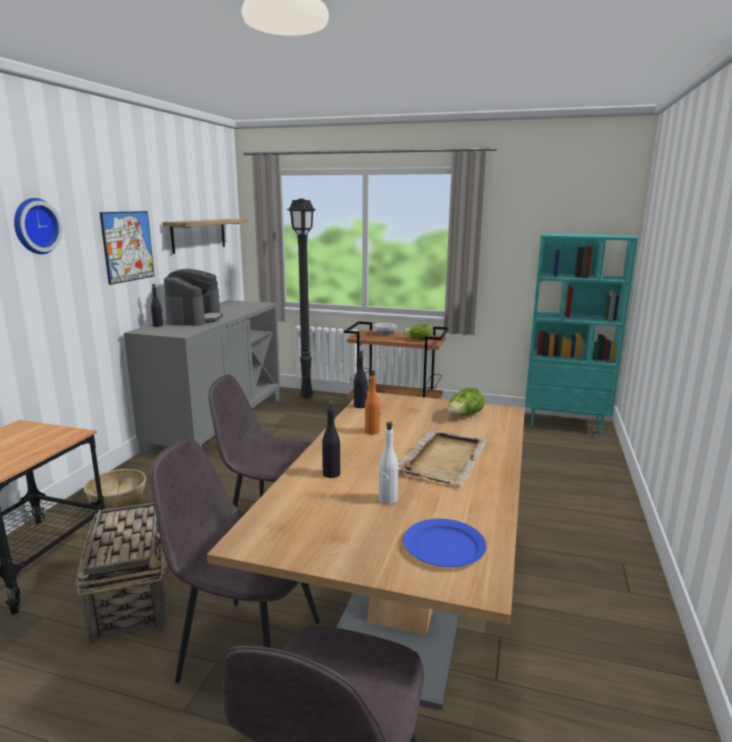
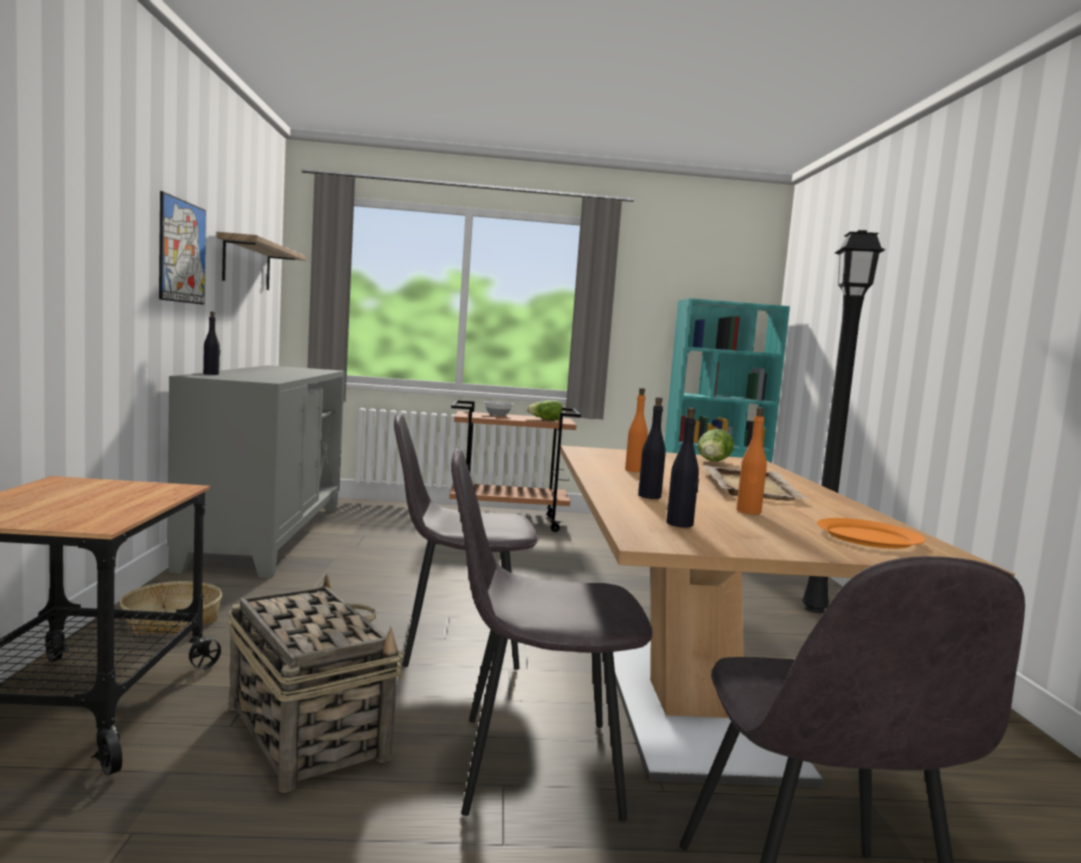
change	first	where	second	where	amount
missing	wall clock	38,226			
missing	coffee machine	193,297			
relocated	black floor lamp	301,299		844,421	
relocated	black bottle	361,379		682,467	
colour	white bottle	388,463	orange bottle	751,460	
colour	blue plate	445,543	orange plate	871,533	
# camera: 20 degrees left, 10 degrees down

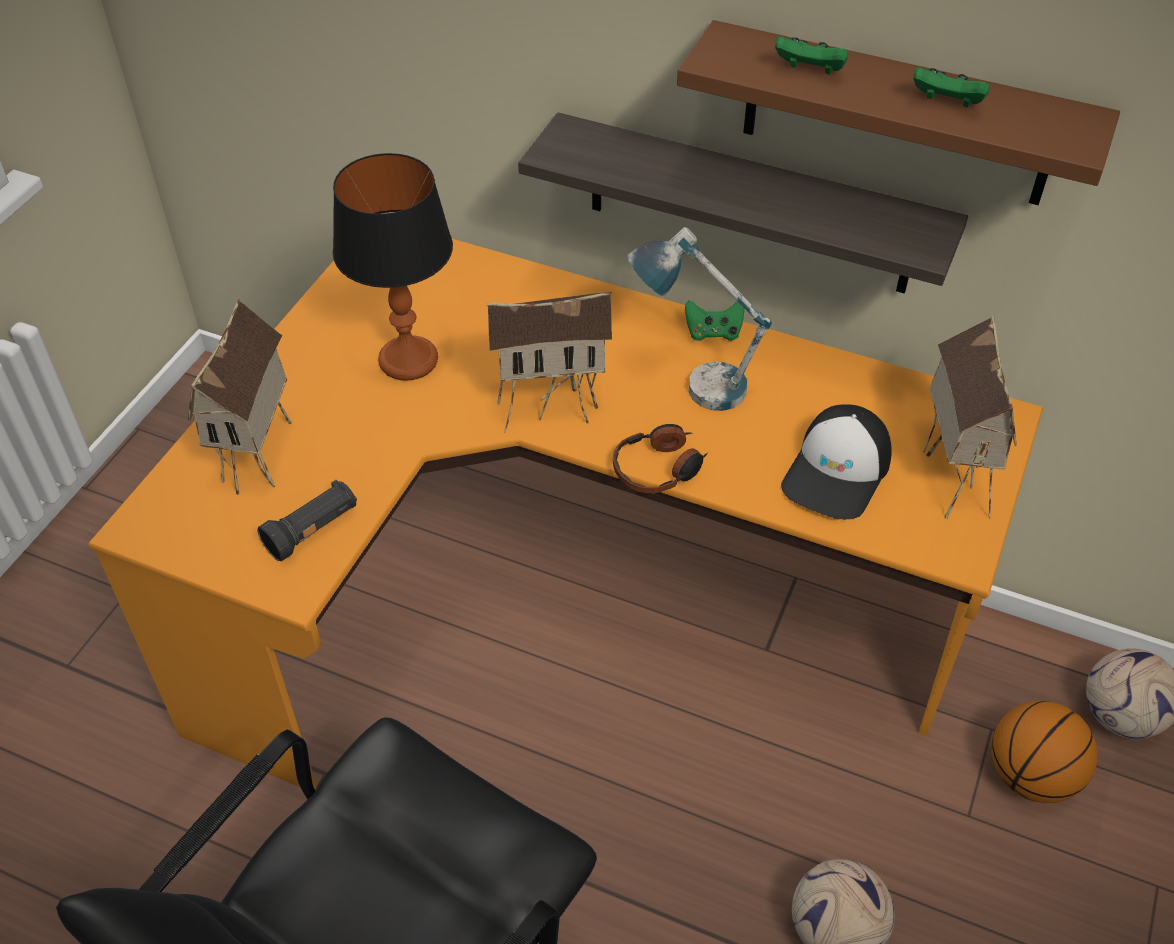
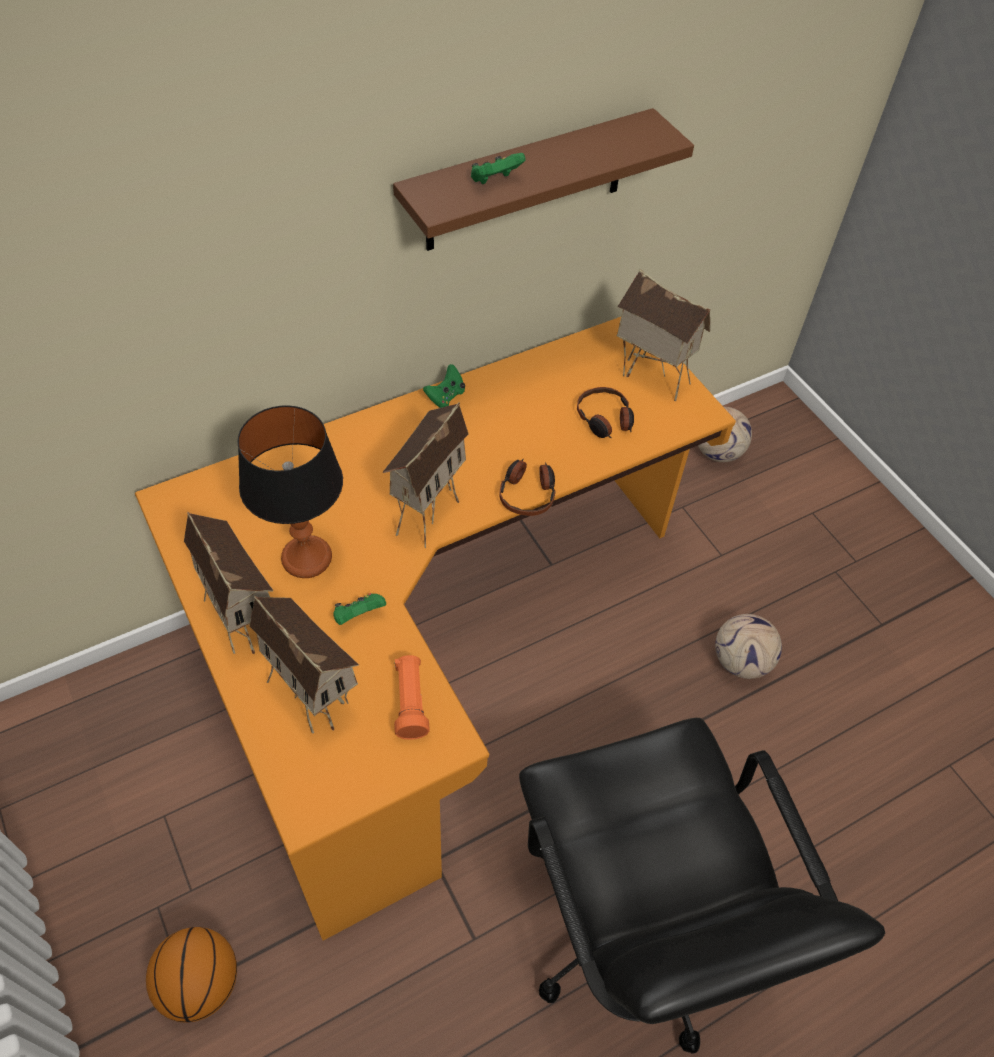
change	first	where	second	where	amount
colour	black flashlight	307,520	orange flashlight	412,697	
missing	shelf	743,203			
missing	table lamp	699,319			
exchanged	cap	836,462	headphones	605,412	
relocated	green game controller	951,87		359,609	
relocated	basketball	1045,752		191,975	
appeared			toy house	229,583	
# camera: 55 degrees left, 5 degrees up

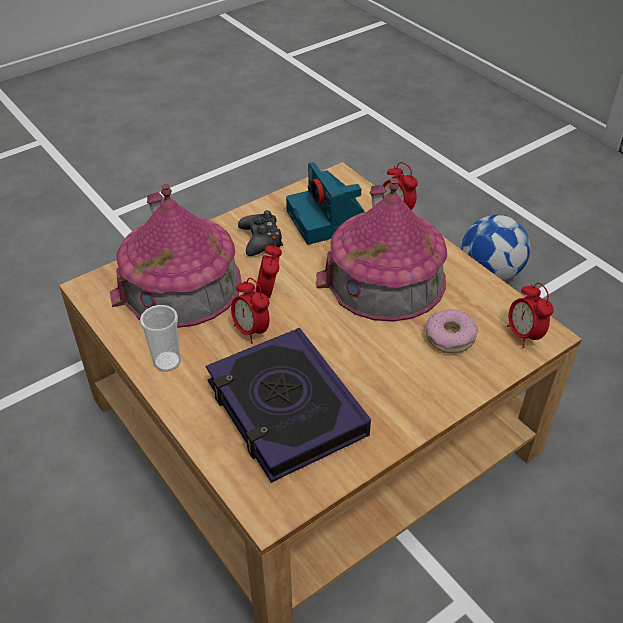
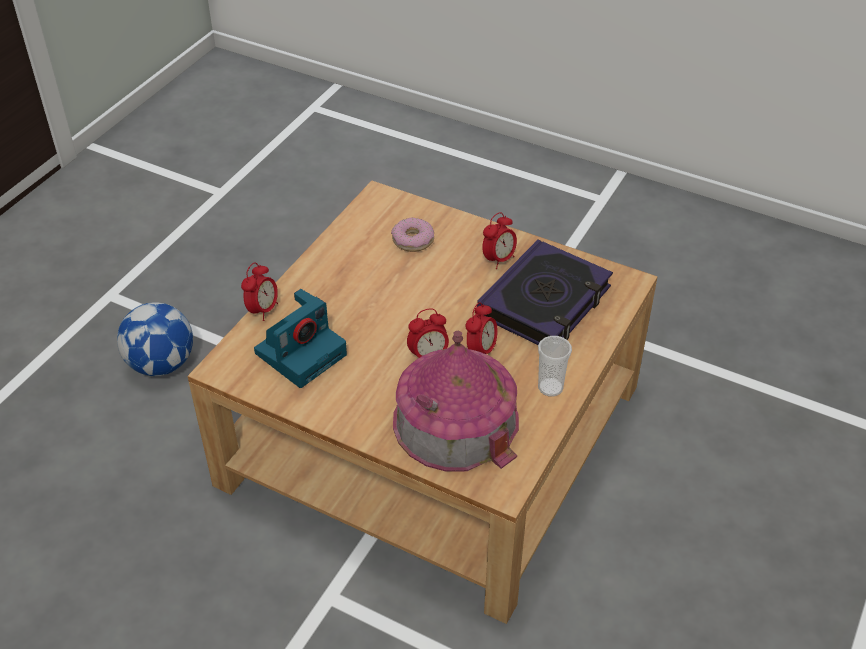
change	first	where	second	where	amount
missing	black game controller	260,233			
missing	toy house	381,250			
relocated	alarm clock	530,315		499,240	
# camera: 115 degrees left, 0 degrees up

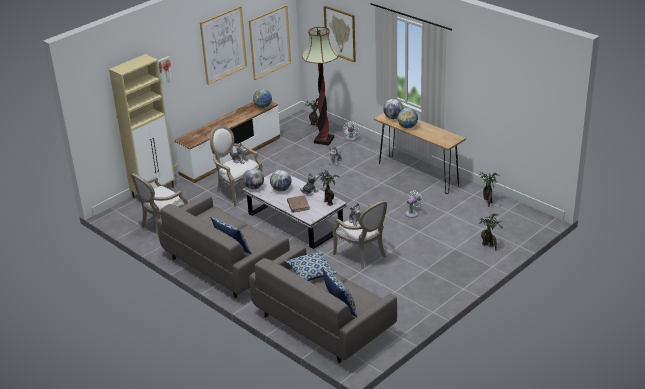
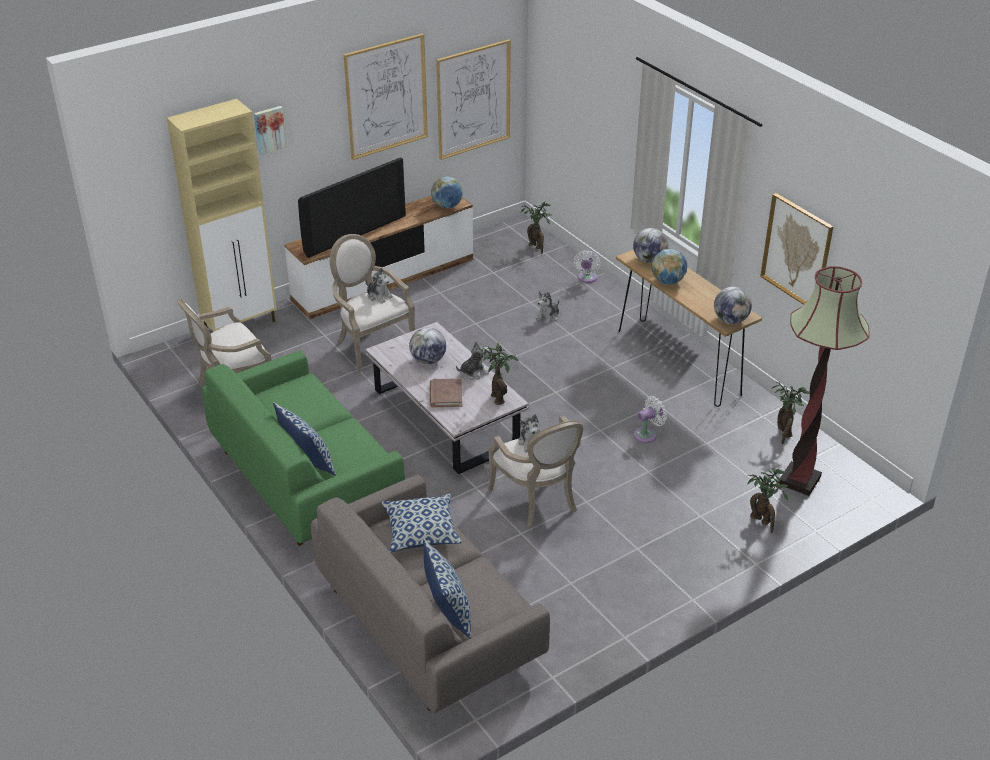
change	first	where	second	where	amount
colour	grey sofa	223,246	green sofa	303,448	
relocated	globe	253,178		733,305	
relocated	floor lamp	320,86		824,381	
relocated	picture	340,34		797,249	
appeared			television	352,207	
# camera: 10 degrees right, 5 degrees up

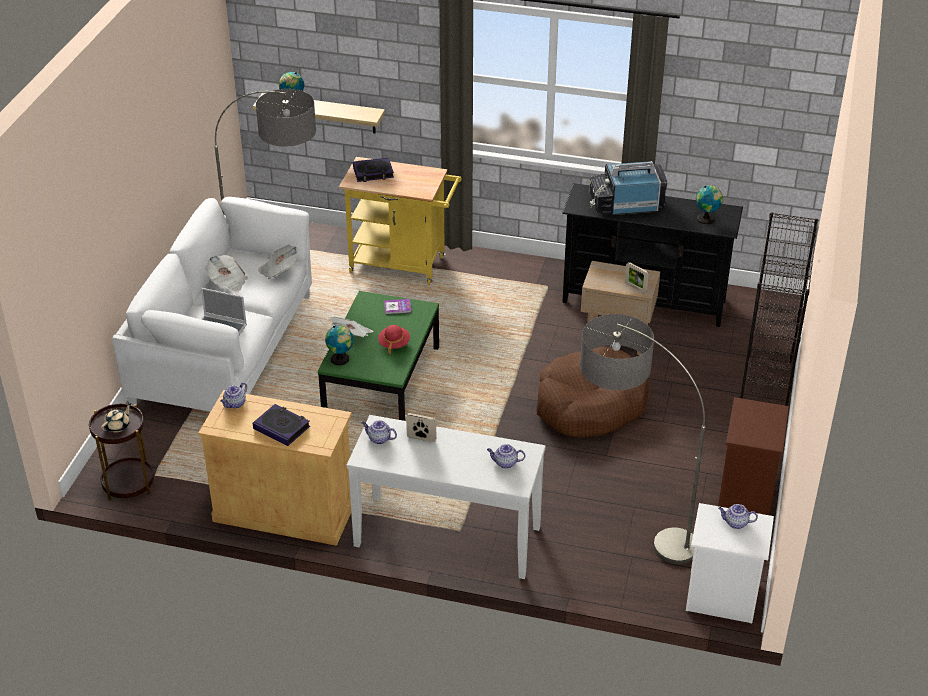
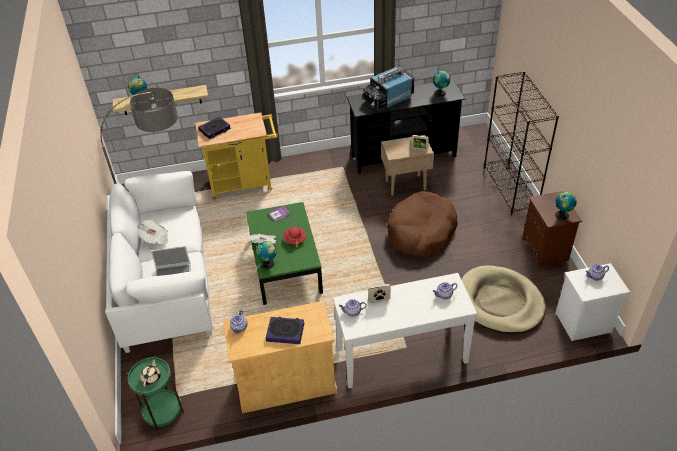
change	first	where	second	where	amount
colour	brown side table	121,452	green side table	155,393	
missing	newspaper	278,262			
exchanged	floor lamp	642,439	beige dog bed	503,299	
appeared			globe	566,206	
# camera: 25 degrees left, 5 degrees up

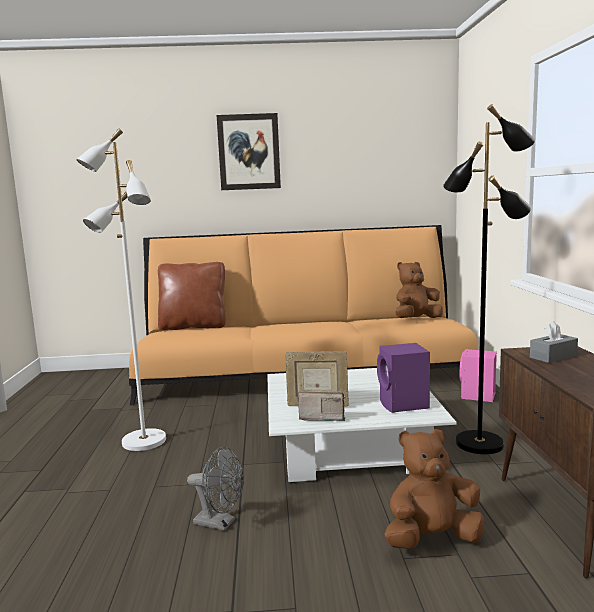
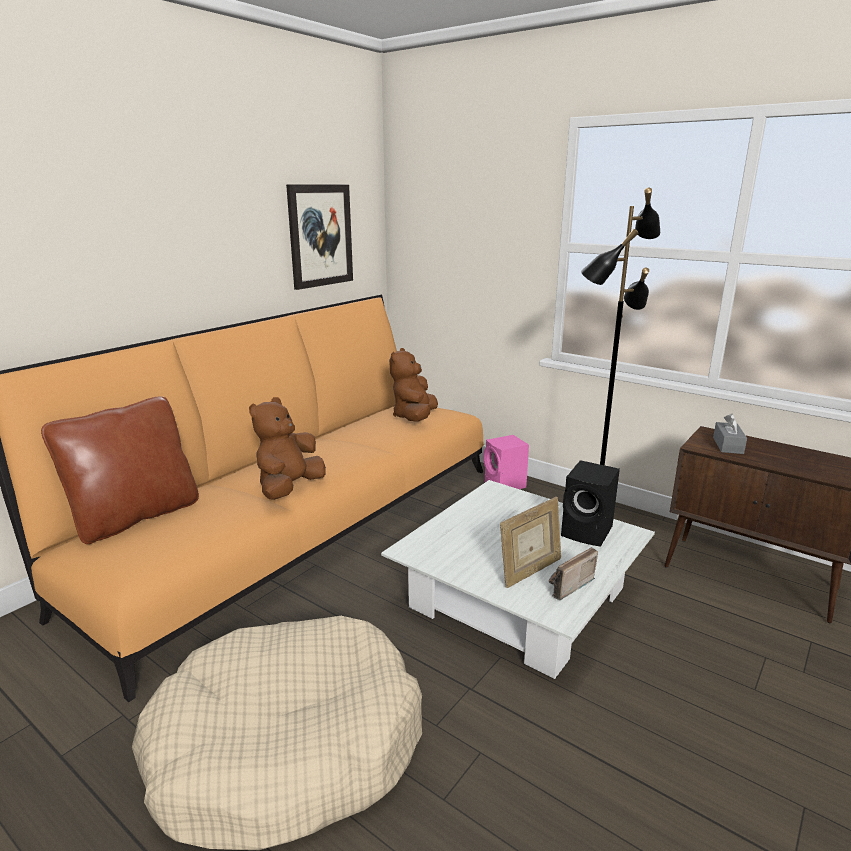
change	first	where	second	where	amount
exchanged	white floor lamp	121,289	beige dog bed	277,733	
missing	grey fan	215,488			
relocated	picture	249,151		319,237	
colour	purple speaker	403,378	black speaker	590,503	
relocated	brown plush toy	434,489		287,448	
# camera: 50 degrees left, 10 degrees up

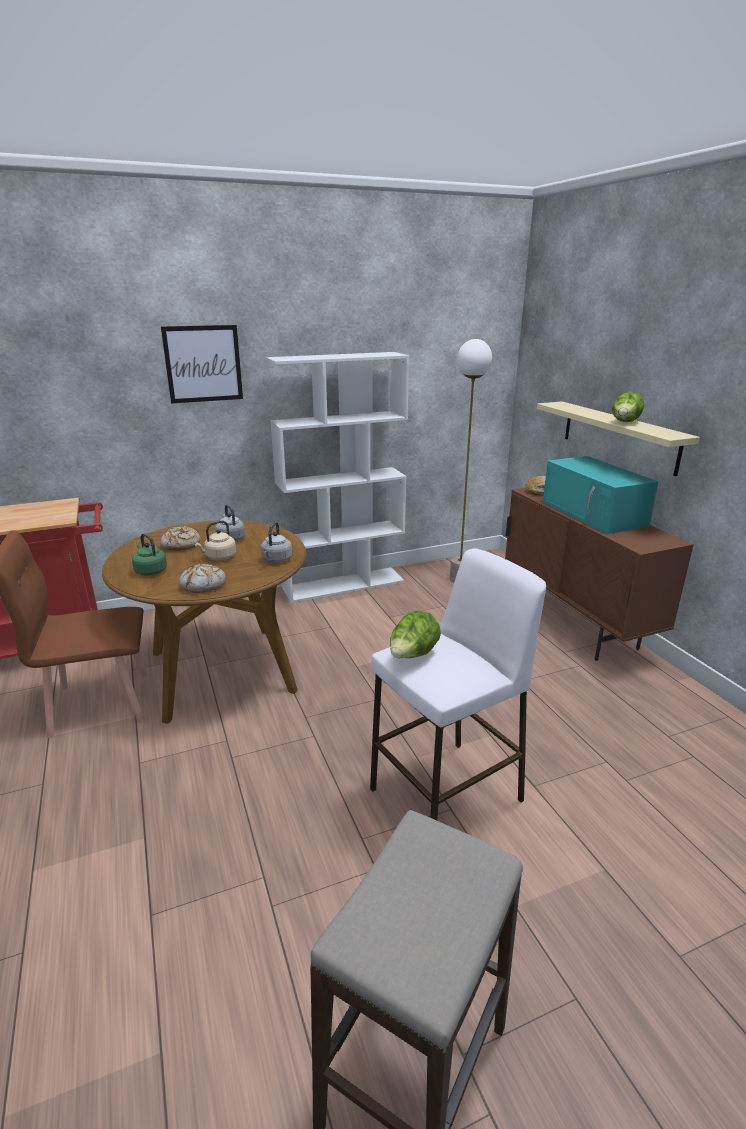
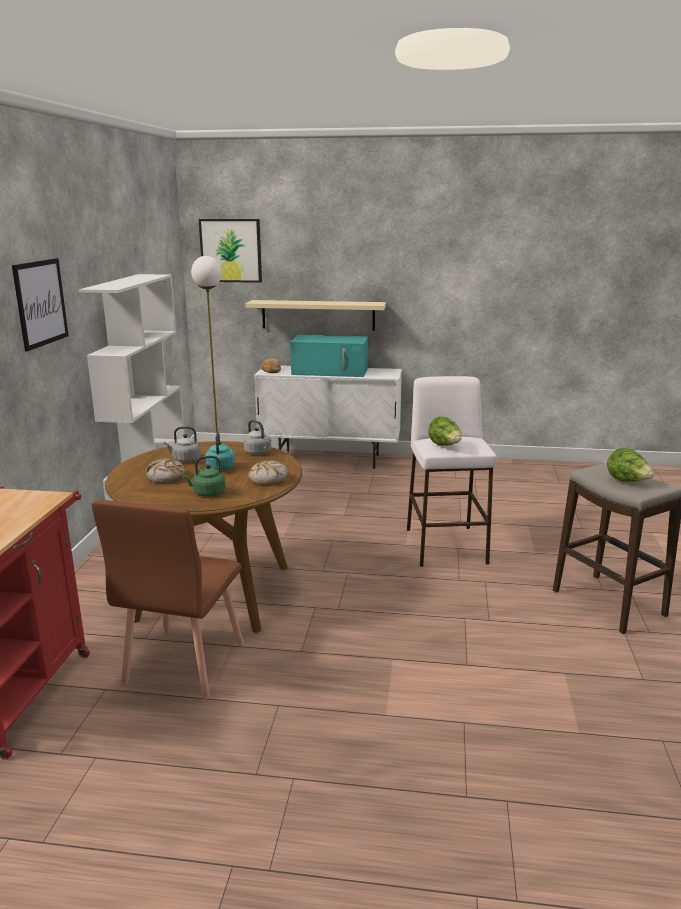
change	first	where	second	where	amount
colour	beige kettle	215,540	turquoise kettle	220,451	
colour	brown cabinet	599,574	white cabinet	328,417	
relocated	lettuce	628,406		630,465	
appeared			picture	230,251	
# camera: 60 degrees left, 5 degrees down

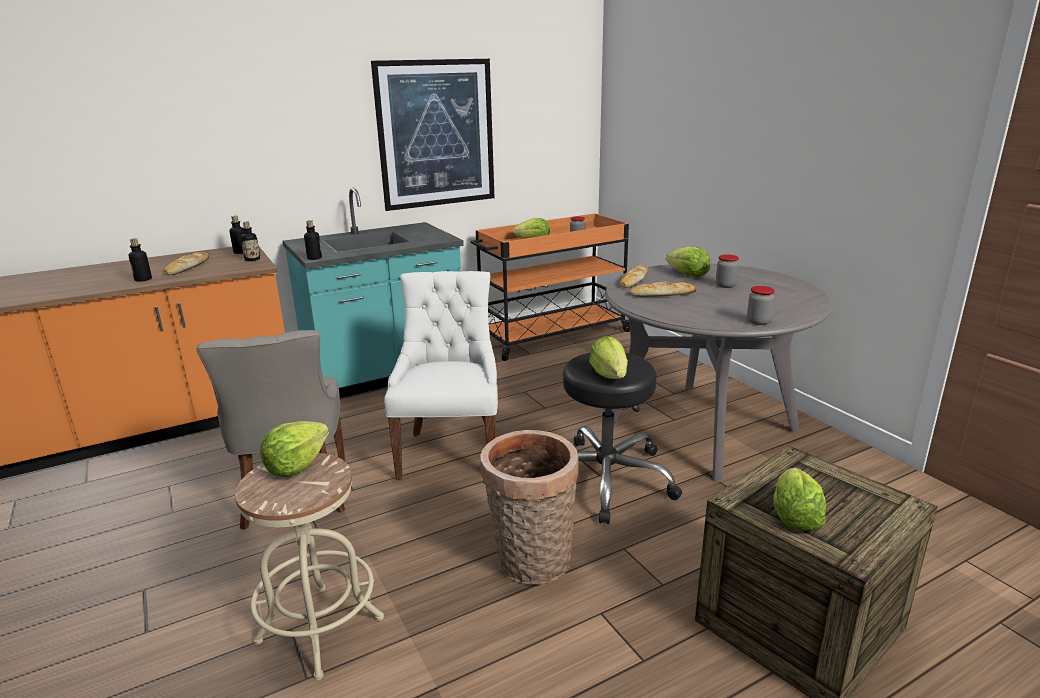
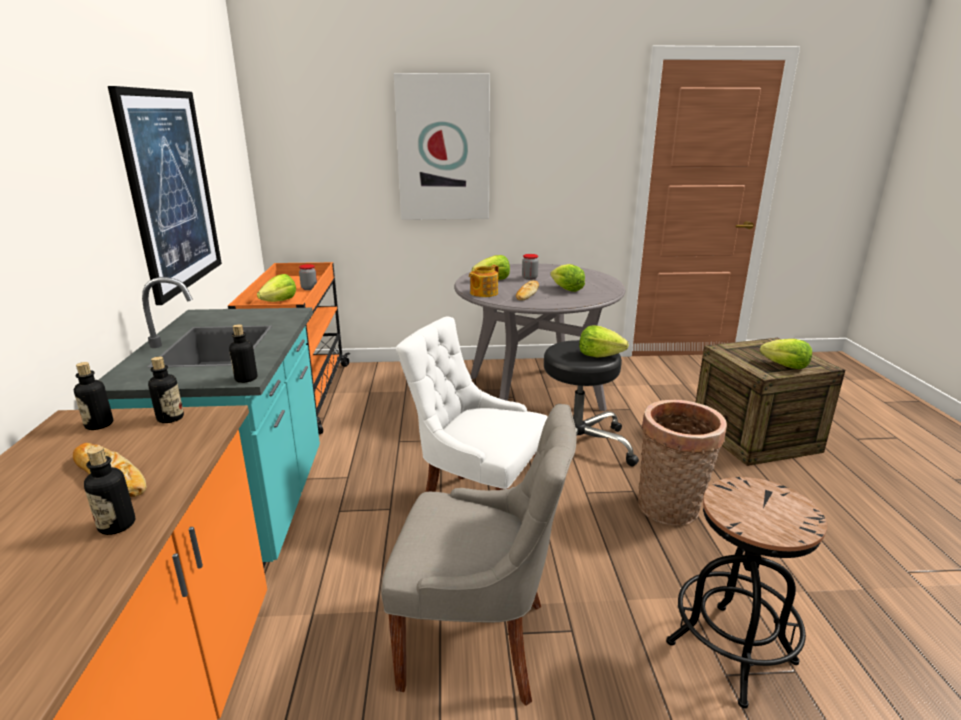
change	first	where	second	where	amount
colour	beige stool	309,566	black stool	746,592	
relocated	lettuce	294,449		568,278	
exchanged	bread	634,276	teapot	484,281	
missing	jar	761,305			
appeared			picture	442,146	
# camera: 65 degrees left, 0 degrees up

